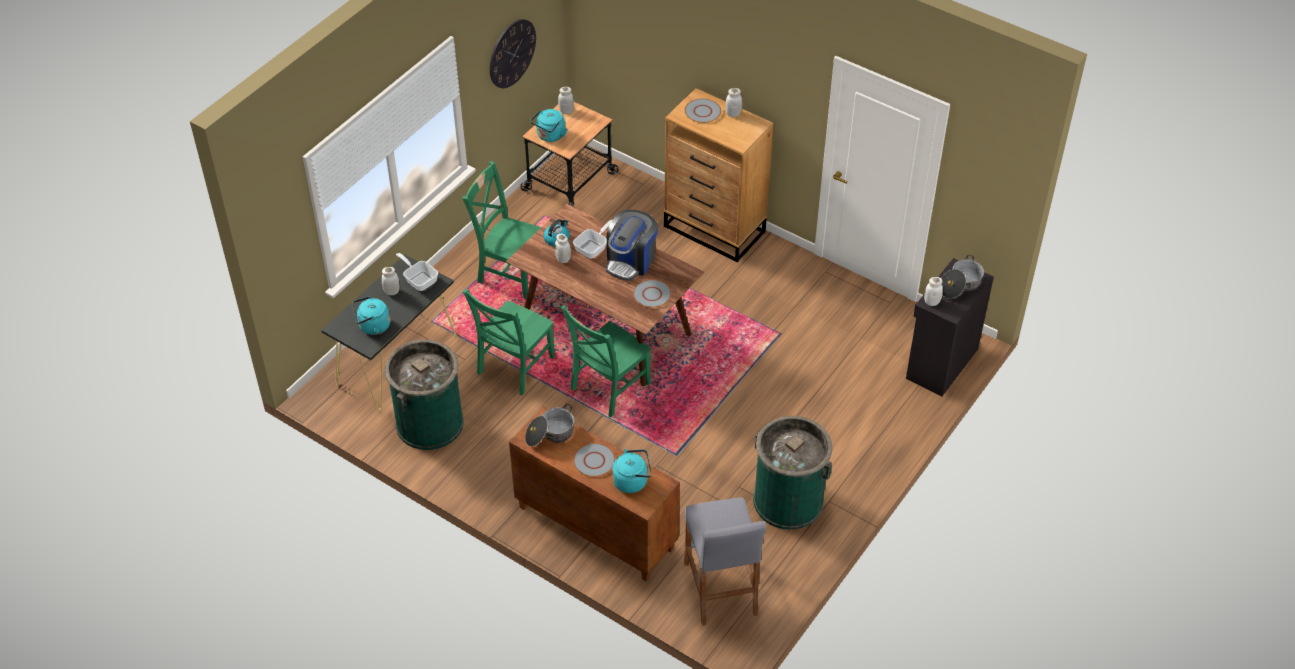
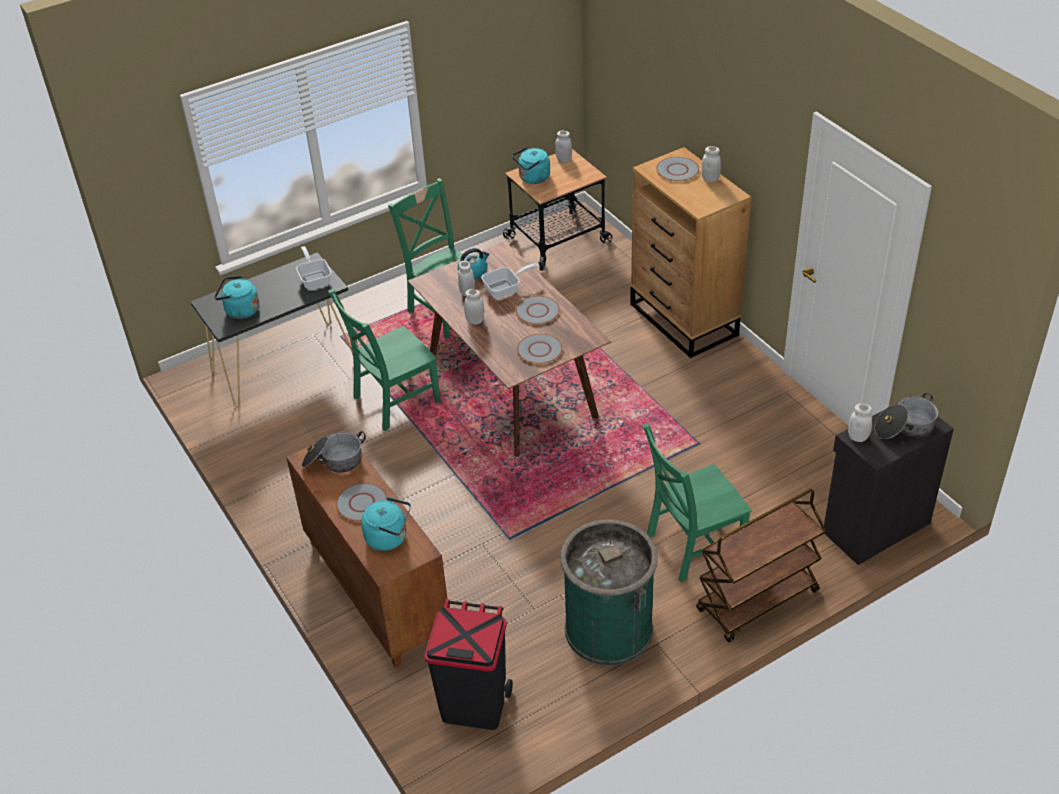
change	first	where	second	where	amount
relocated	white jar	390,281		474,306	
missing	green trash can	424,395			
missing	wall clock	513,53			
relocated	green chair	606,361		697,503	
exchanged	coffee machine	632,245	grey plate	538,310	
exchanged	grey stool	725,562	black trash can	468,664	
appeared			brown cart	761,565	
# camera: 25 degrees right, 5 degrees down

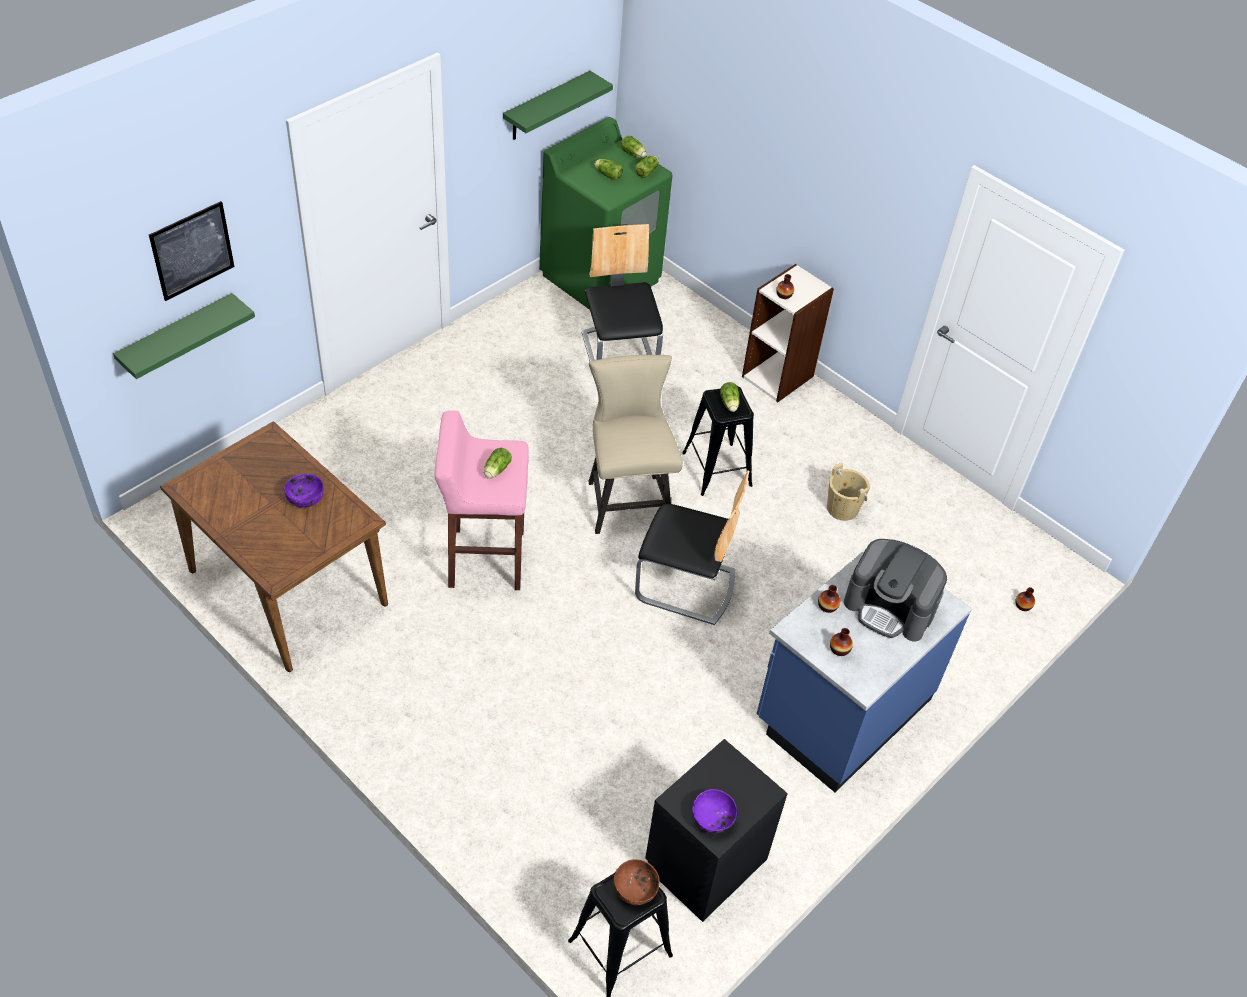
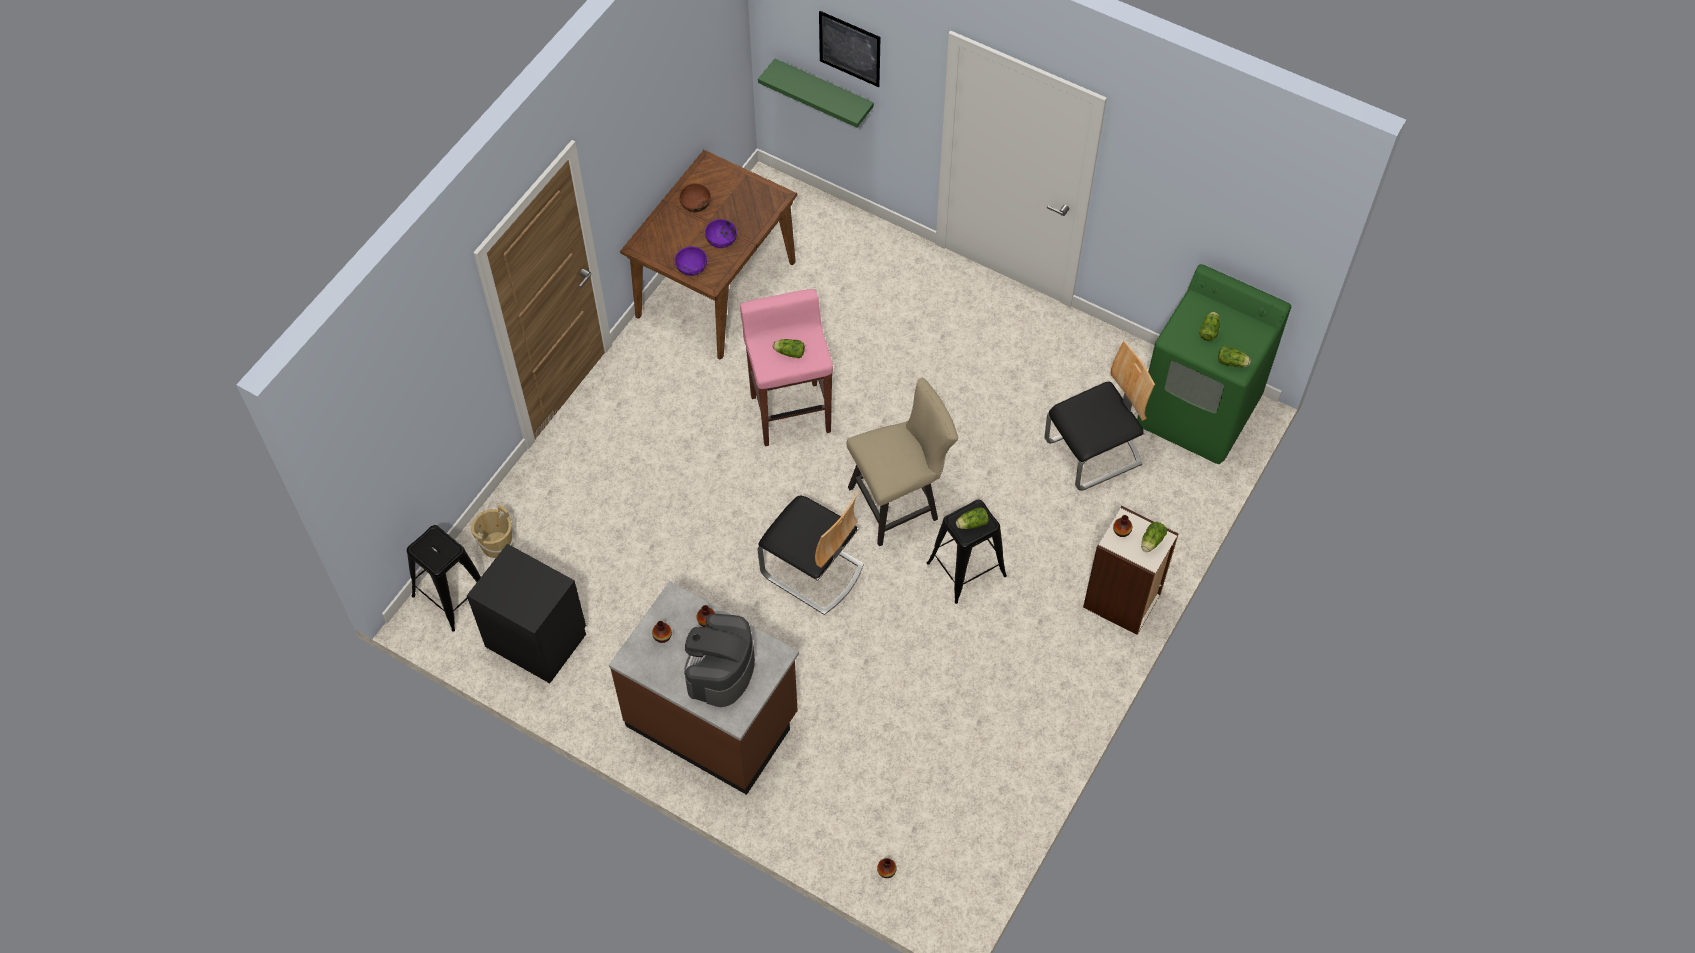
change	first	where	second	where	amount
missing	green shelf	558,105			
relocated	brown bowl	637,882		695,197	
relocated	lettuce	633,147		1154,537	
spun	chair	692,548		810,553	60 degrees counterclockwise
relocated	purple bowl	714,811		691,261	
colour	blue counter	864,670	brown counter	704,688	
relocated	beige bucket	848,492		492,531	
# camera: 80 degrees right, 10 degrees up

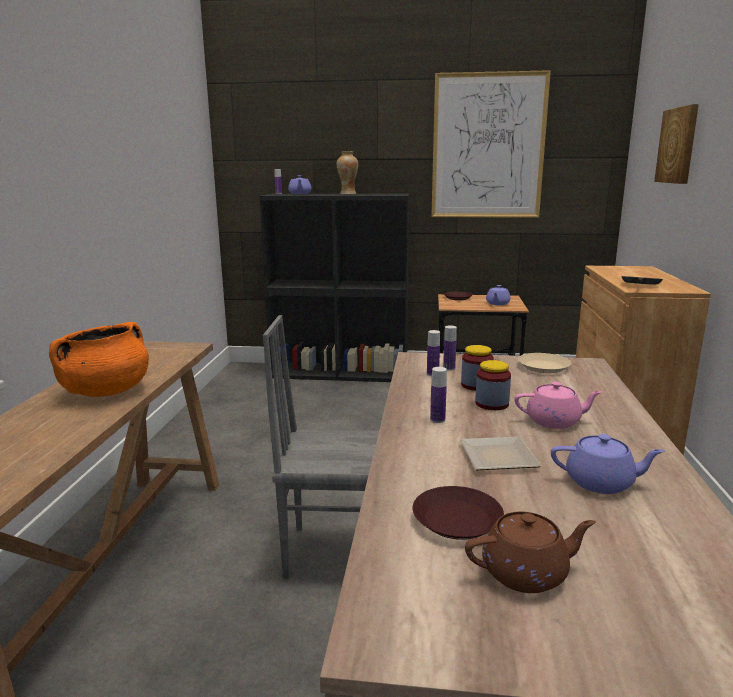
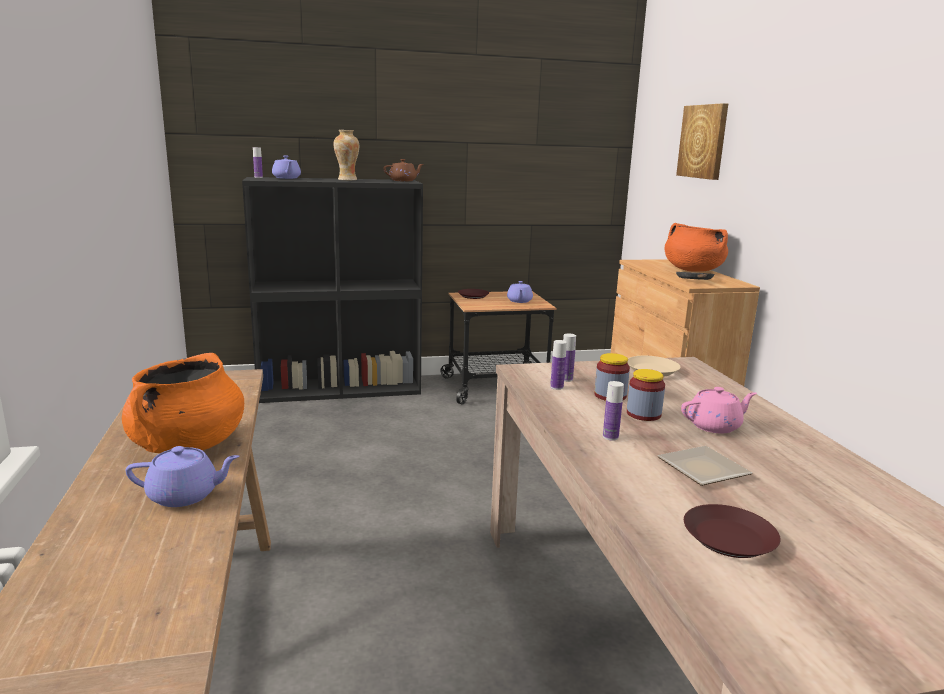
change	first	where	second	where	amount
missing	grey chair	321,447			
missing	picture	491,144			
relocated	brown teapot	530,552		403,170	
relocated	purple teapot	608,464		182,476	
appeared			orange cooking pot	696,247	
# camera: 20 degrees left, 0 degrees up

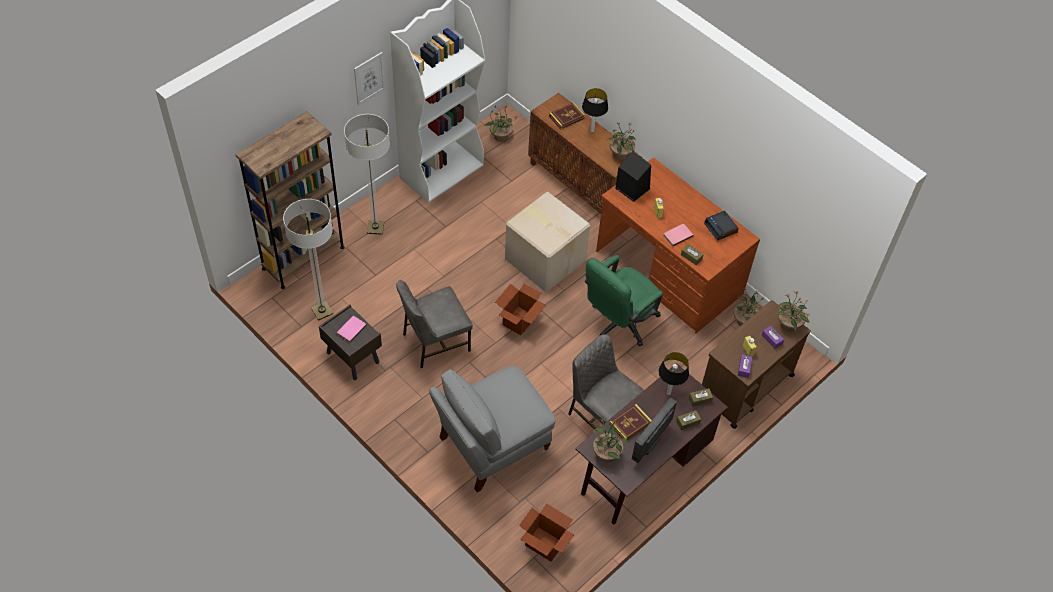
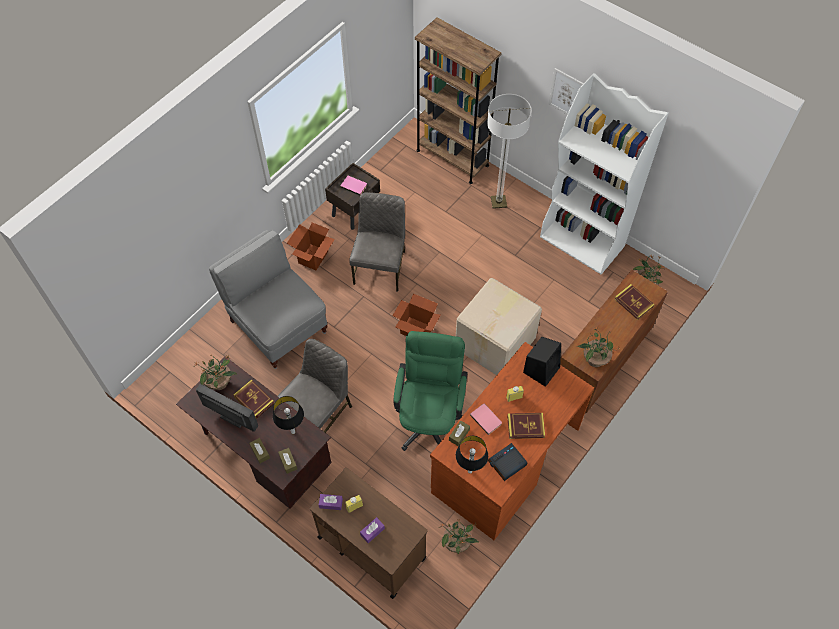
change	first	where	second	where	amount
missing	floor lamp	308,260			
spun	grey chair	434,324		377,241	45 degrees clockwise
relocated	cardboard box	546,532		311,246	
relocated	table lamp	595,110		472,455	
spun	green office chair	623,300		430,391	60 degrees clockwise
missing	potted plant	793,311			
appeared			book	526,426	
# camera: 85 degrees right, 5 degrees up

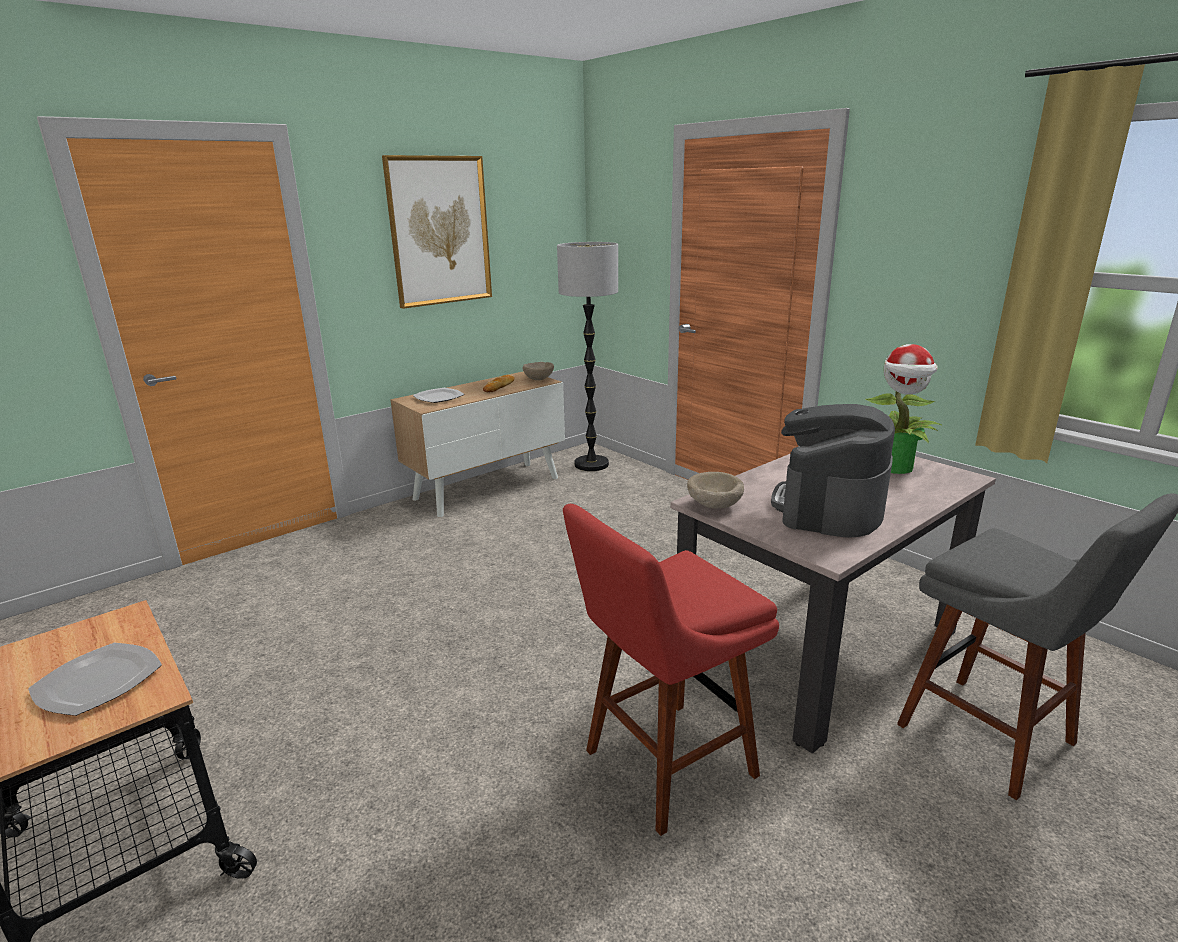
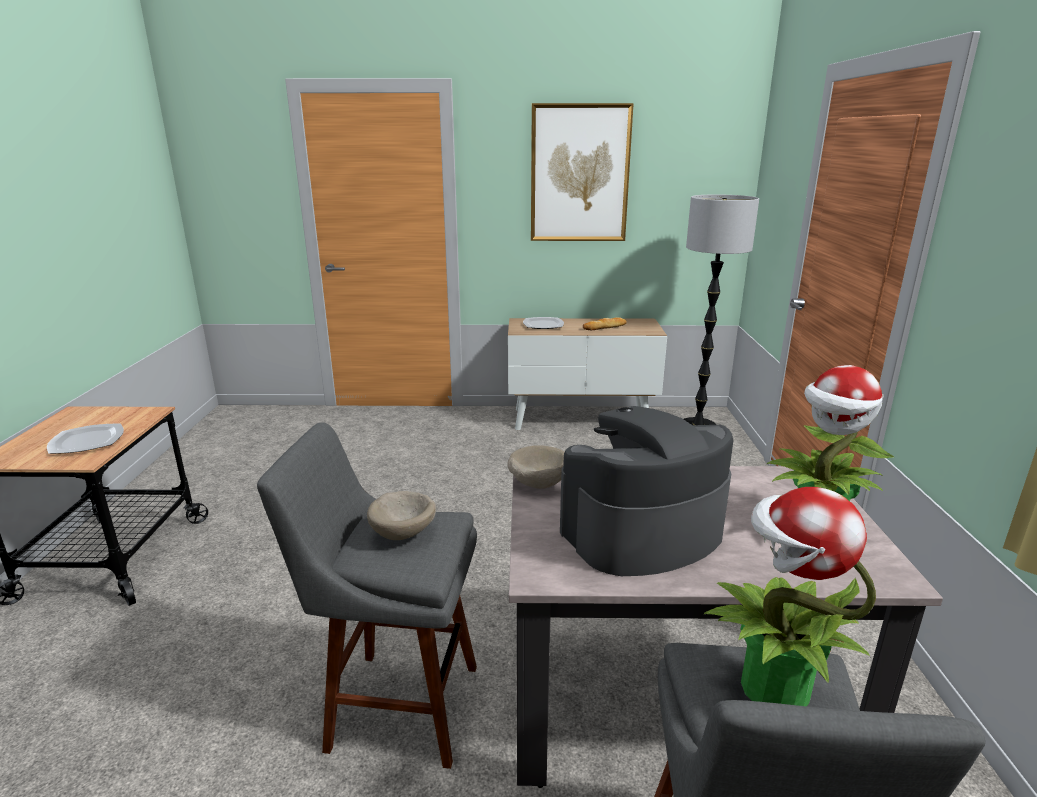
change	first	where	second	where	amount
relocated	beige bowl	538,371		401,515	
colour	red stool	671,670	grey stool	367,595	
appeared			potted plant	790,596	
# camera: 40 degrees right, 0 degrees up

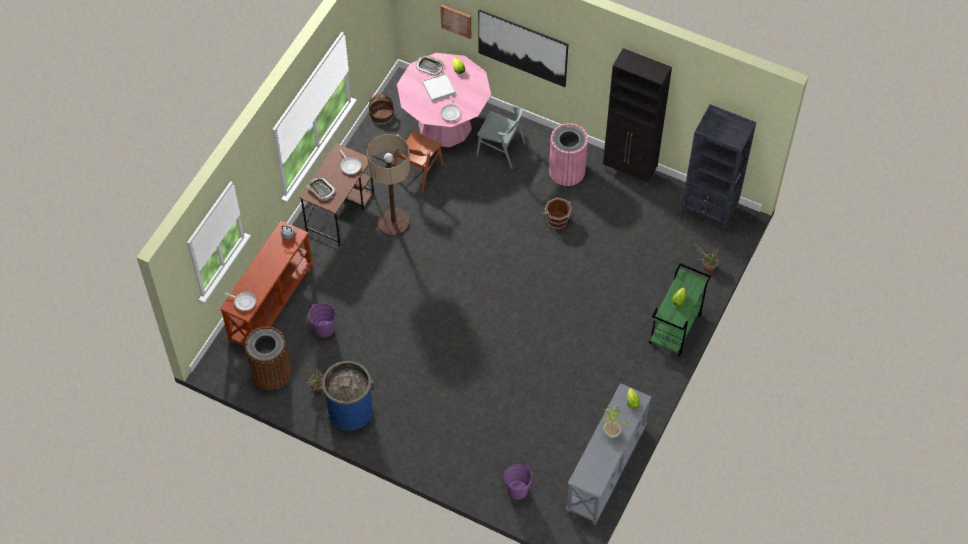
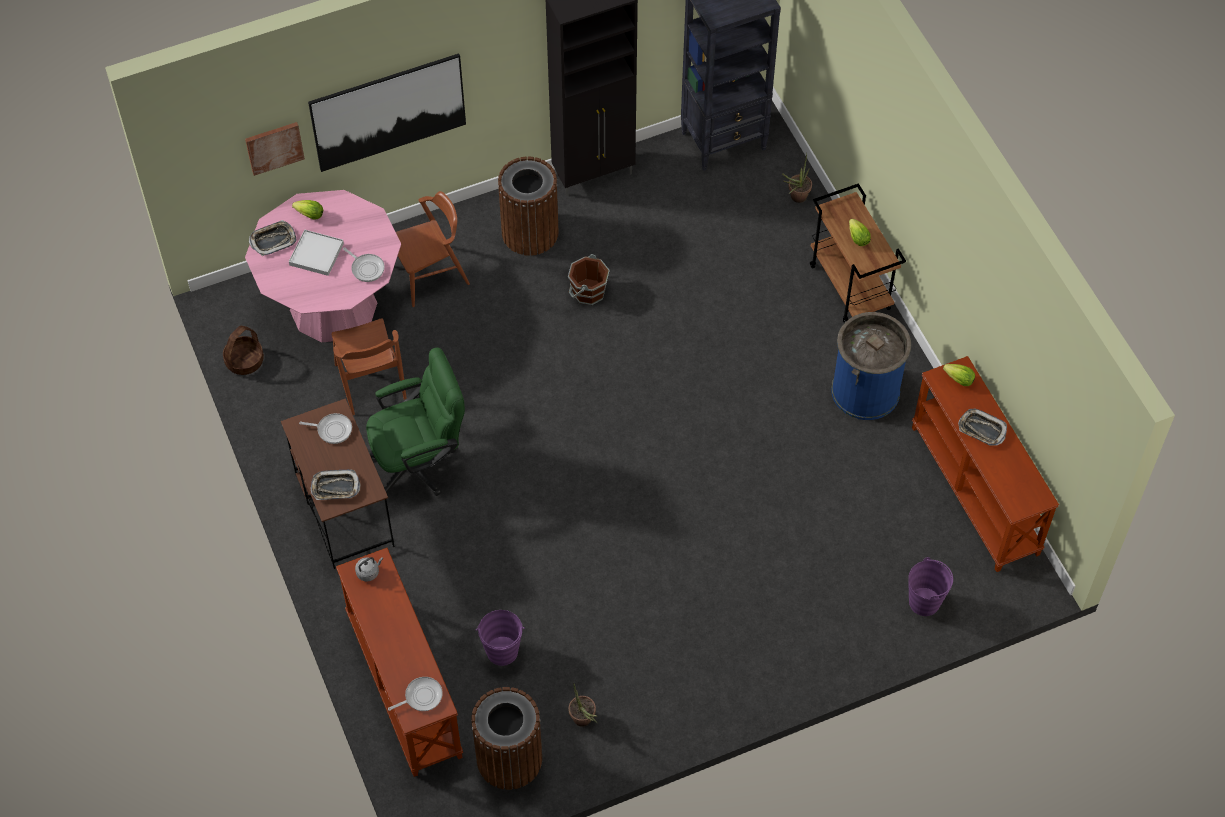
change	first	where	second	where	amount
relocated	blue trash can	347,396		871,366	
exchanged	floor lamp	388,185	green office chair	415,421	
colour	grey chair	500,137	brown chair	433,249	
colour	pink trash can	568,154	brown trash can	528,206	
colour	grey console table	608,454	brown console table	985,464	
exchanged	potted plant	616,422	tray	982,427	
colour	green cart	680,309	brown cart	858,253	
# camera: 50 degrees left, 0 degrees up

